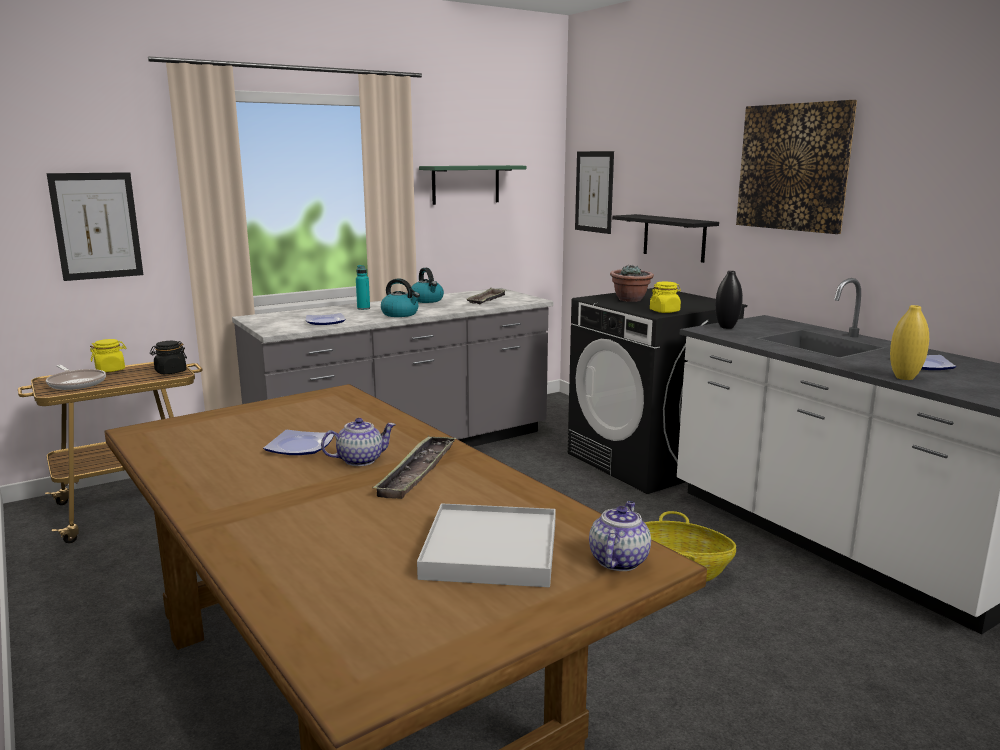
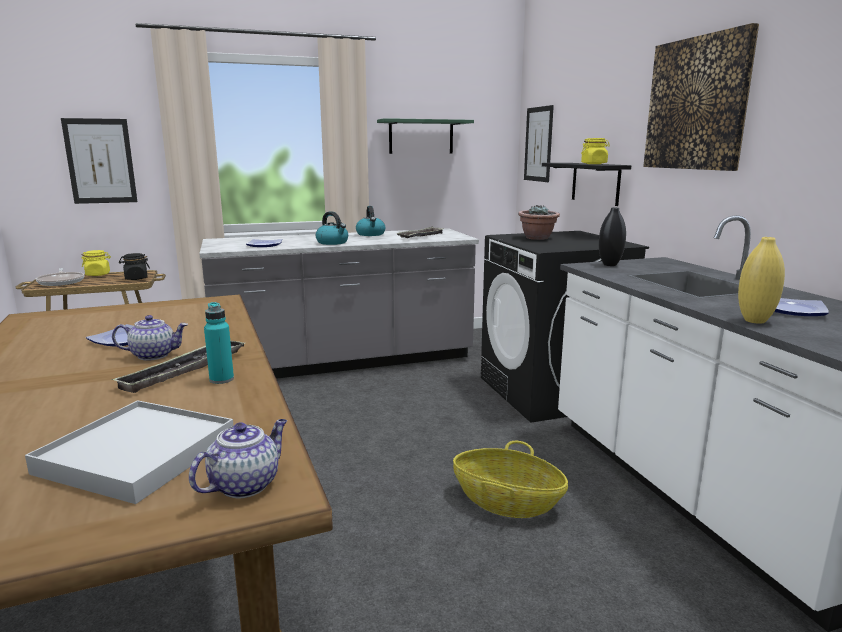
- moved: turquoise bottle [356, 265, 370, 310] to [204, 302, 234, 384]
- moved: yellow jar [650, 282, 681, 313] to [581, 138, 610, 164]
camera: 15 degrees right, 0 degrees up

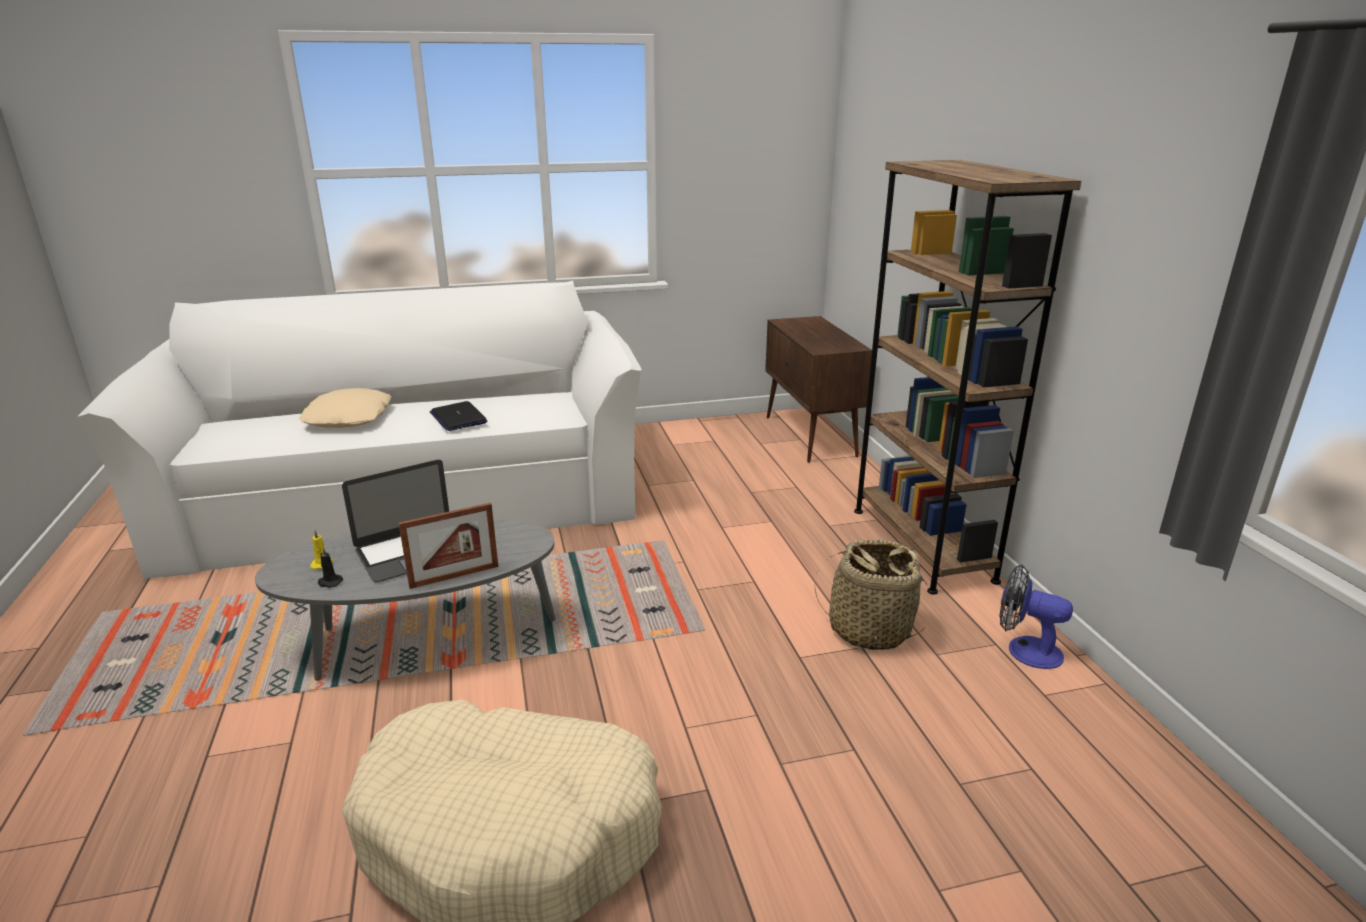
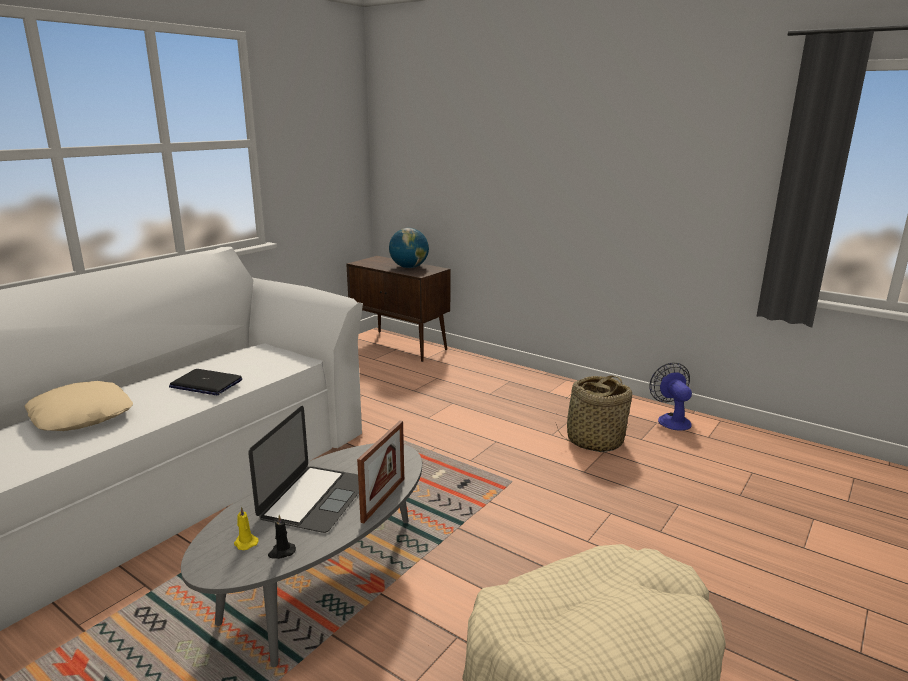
- removed: brown bookcase [854, 160, 1081, 595]
- turned: fan [1000, 564, 1073, 669] = [649, 362, 692, 431] 90 degrees clockwise
- added: globe [389, 228, 429, 268]
camera: 40 degrees left, 5 degrees down

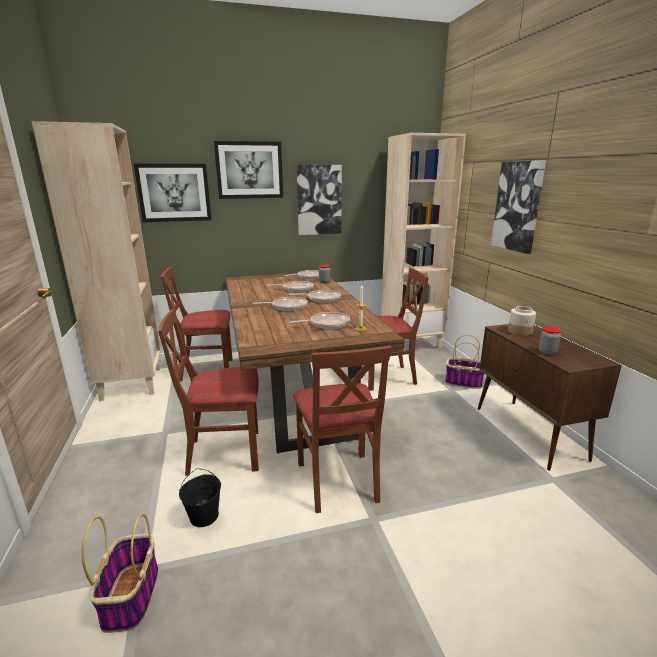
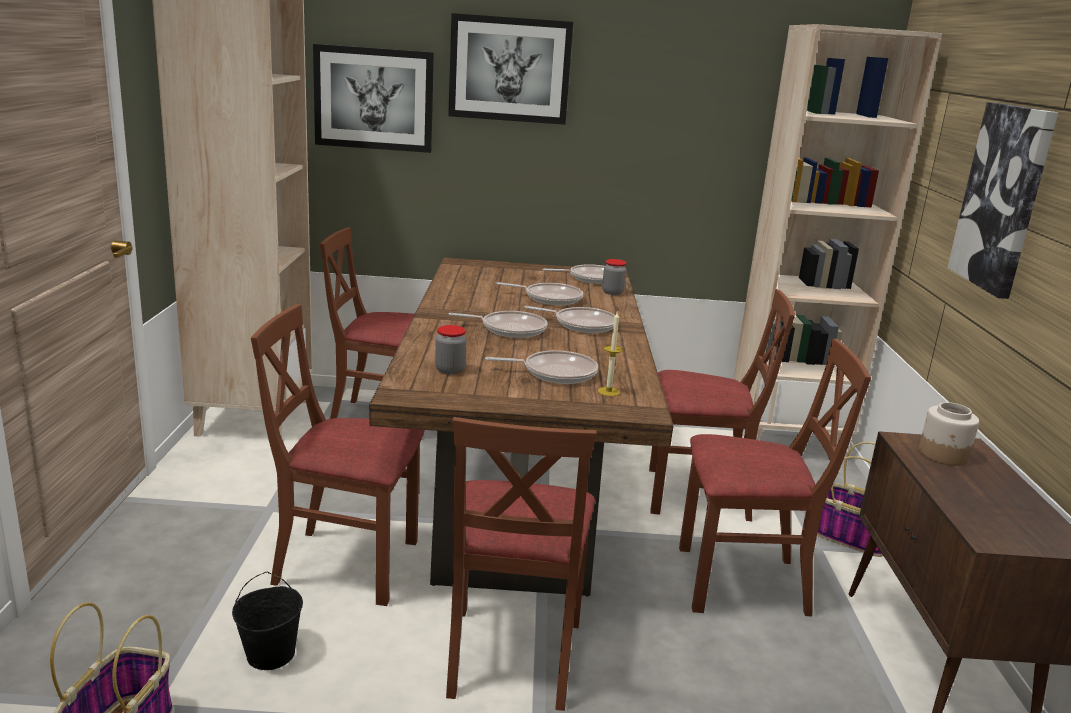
- removed: picture [297, 165, 342, 235]
- moved: jar [539, 326, 561, 355] to [435, 325, 467, 375]
- added: brown chair [679, 338, 871, 617]
camera: 15 degrees right, 0 degrees up

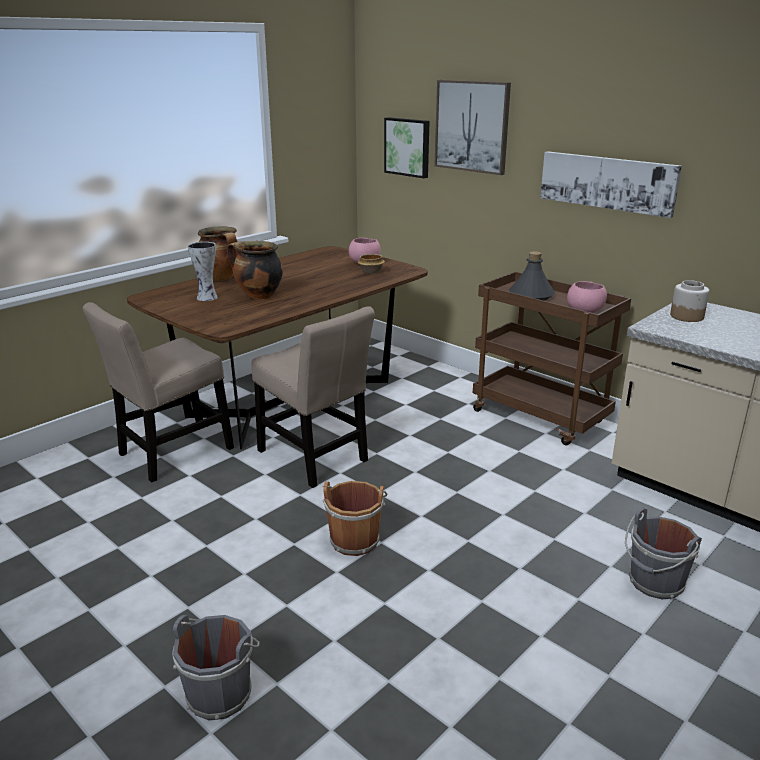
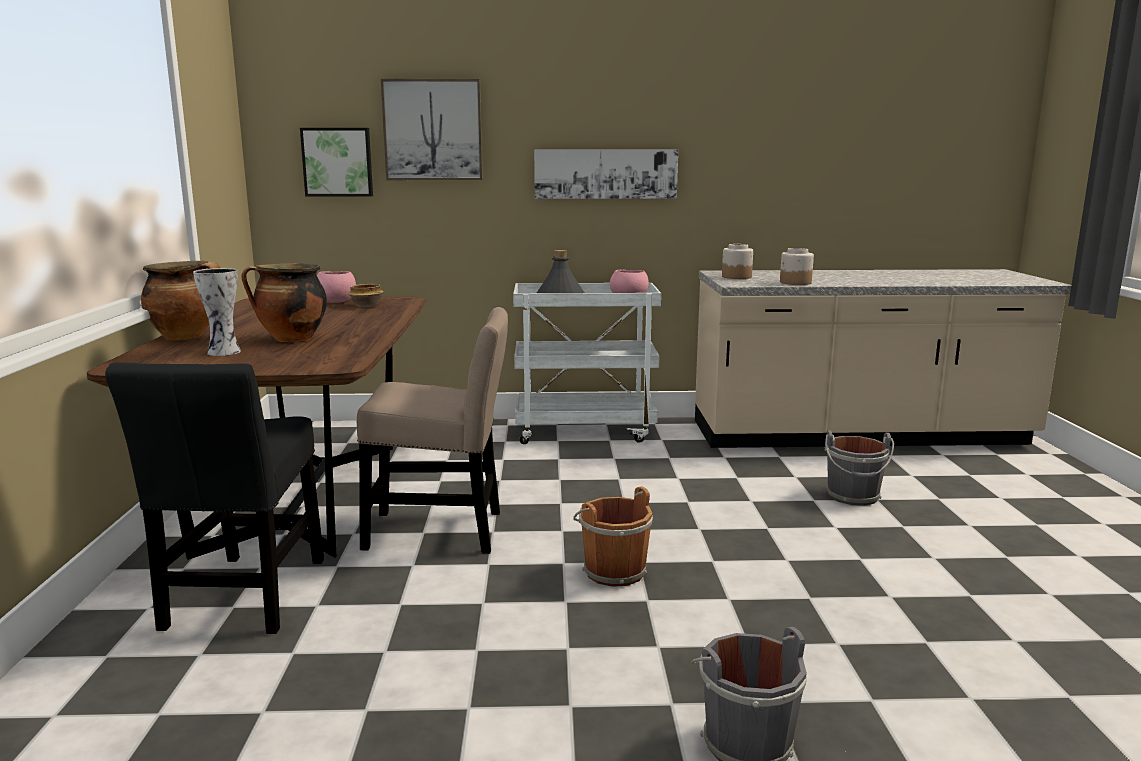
- recoloured: beige chair [83, 302, 234, 483] to black chair [105, 362, 324, 634]
- recoloured: brown cart [473, 272, 631, 445] to white cart [513, 283, 661, 444]
- added: jar [780, 248, 814, 285]
camera: 45 degrees left, 10 degrees down

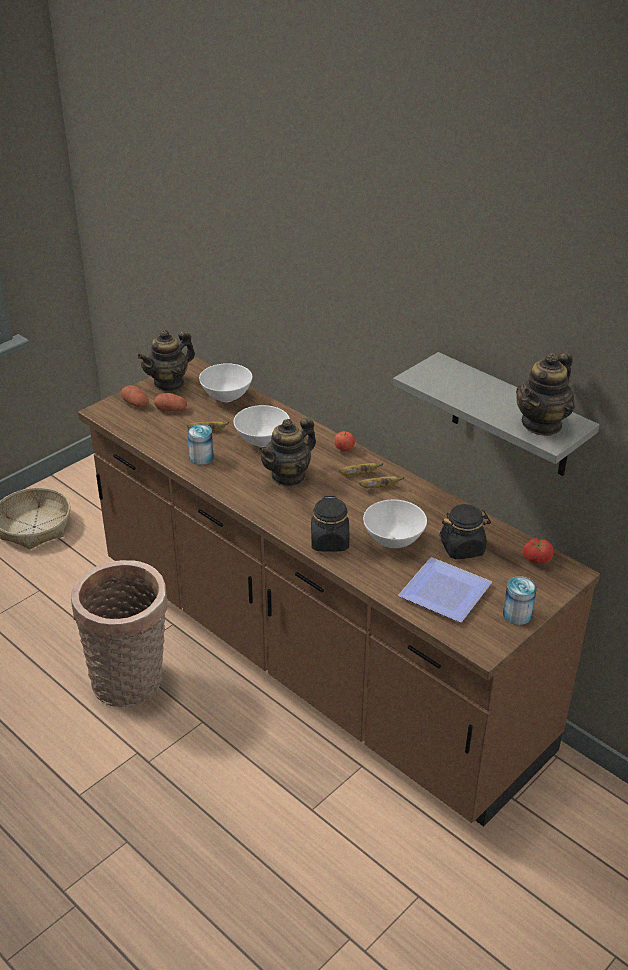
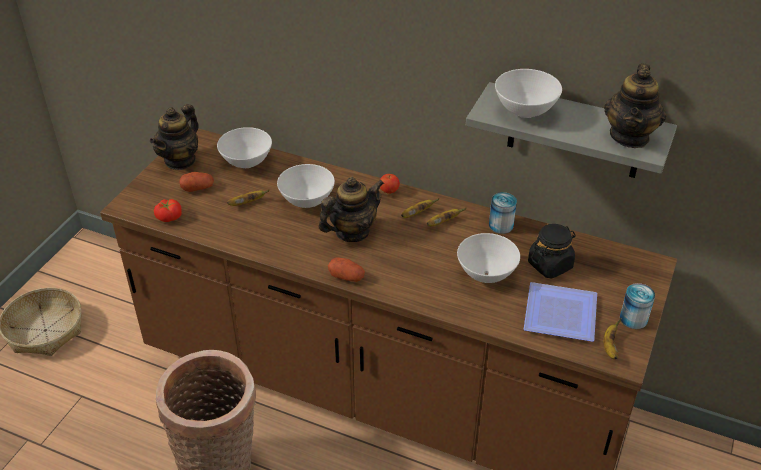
- moved: potato [121, 385, 149, 407] to [328, 257, 365, 282]
- moved: can [187, 424, 214, 465] to [489, 192, 517, 234]
- turned: teapot [258, 418, 316, 487] = [319, 177, 384, 242] 150 degrees counterclockwise
- removed: black jar [311, 496, 349, 552]
- moved: tomato [523, 538, 553, 564] to [154, 199, 182, 222]
- added: white bowl [495, 69, 562, 118]
- added: banana [603, 318, 621, 359]
camera: 20 degrees left, 5 degrees up

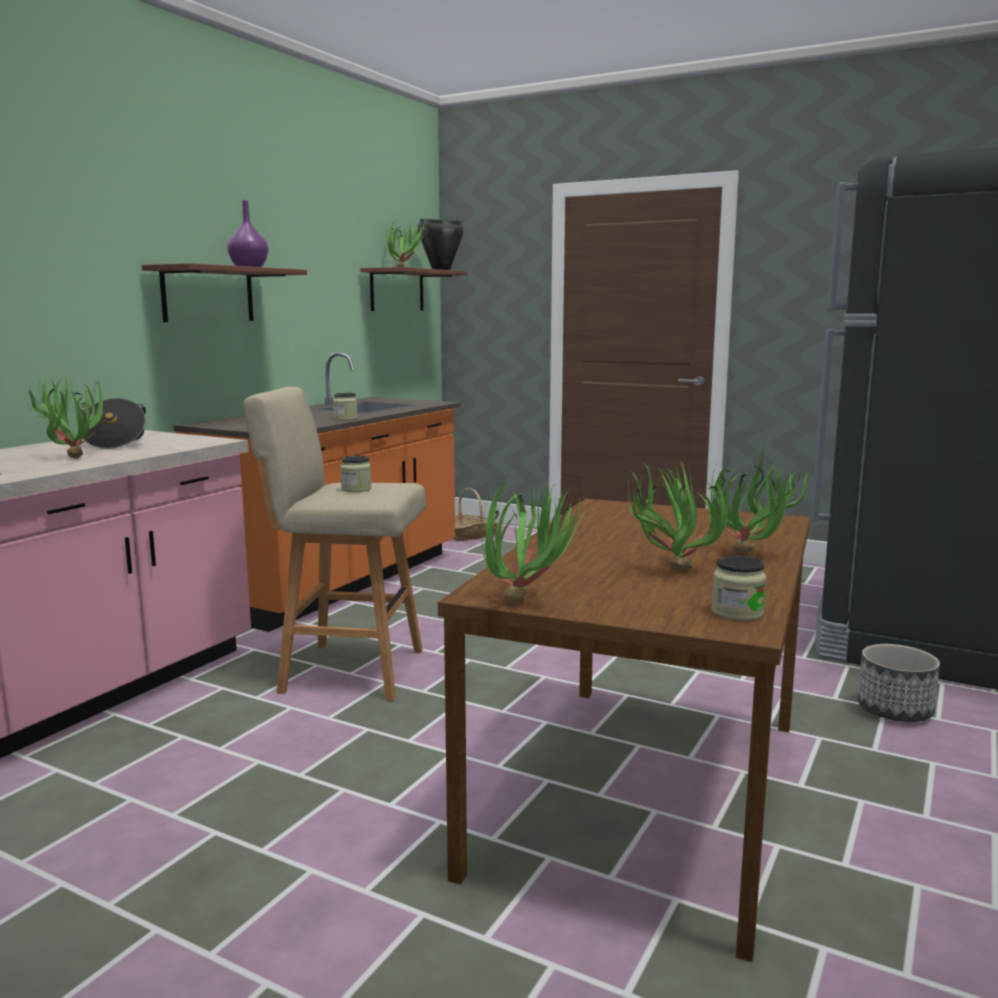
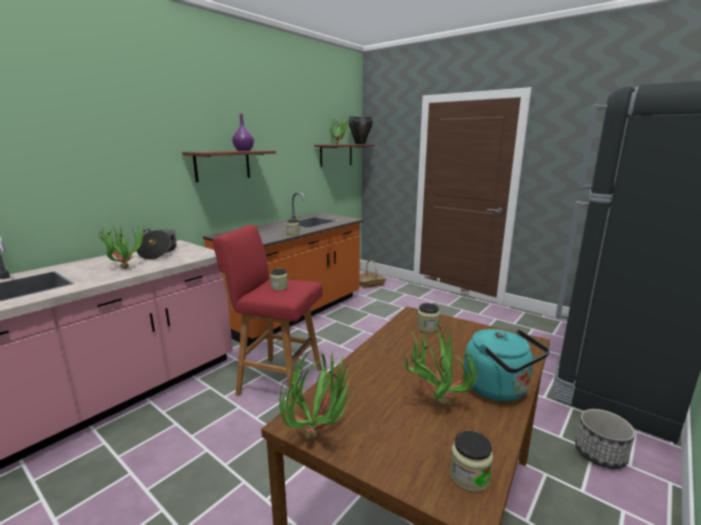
- recoloured: beige stool [243, 387, 426, 701] to red stool [213, 225, 323, 404]
- replaced: potted plant [711, 445, 810, 553] to turquoise kettle [464, 329, 550, 402]
- added: jar [417, 303, 440, 333]
camera: 10 degrees right, 5 degrees up

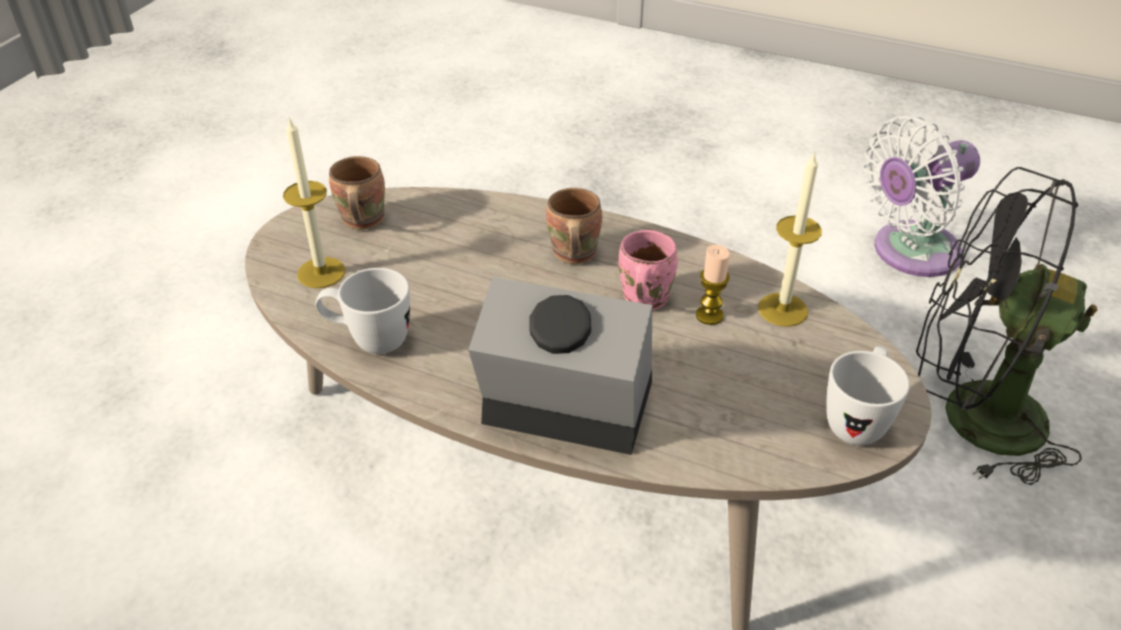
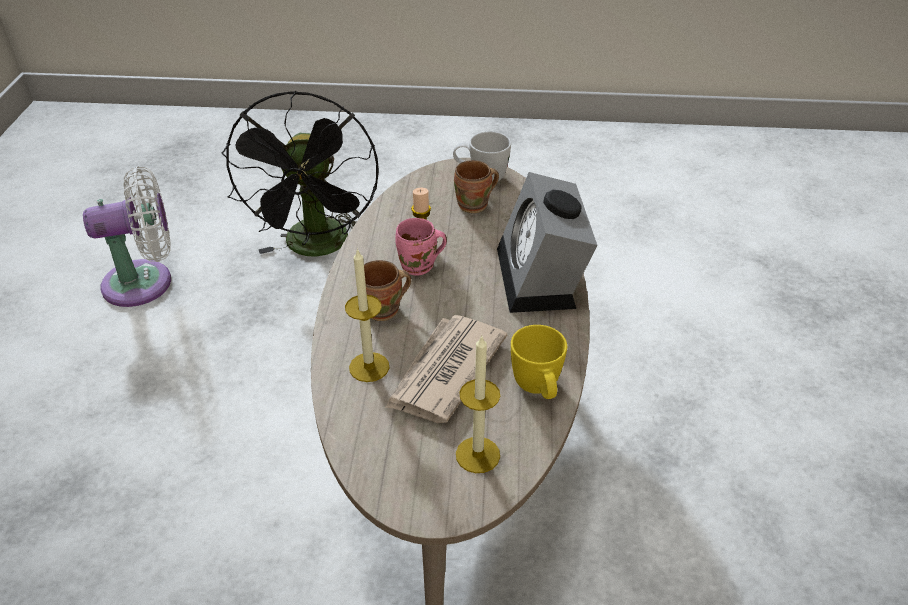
- recoloured: white mug [315, 268, 410, 354] to yellow mug [511, 325, 567, 399]
- moved: brown mug [329, 156, 385, 230] to [454, 160, 499, 213]
- moved: candle [758, 151, 822, 327] to [345, 248, 389, 382]
- turned: white fan [863, 116, 980, 277] = [83, 166, 171, 307] 60 degrees counterclockwise
- added: newspaper [385, 315, 507, 423]
camera: 110 degrees left, 0 degrees up

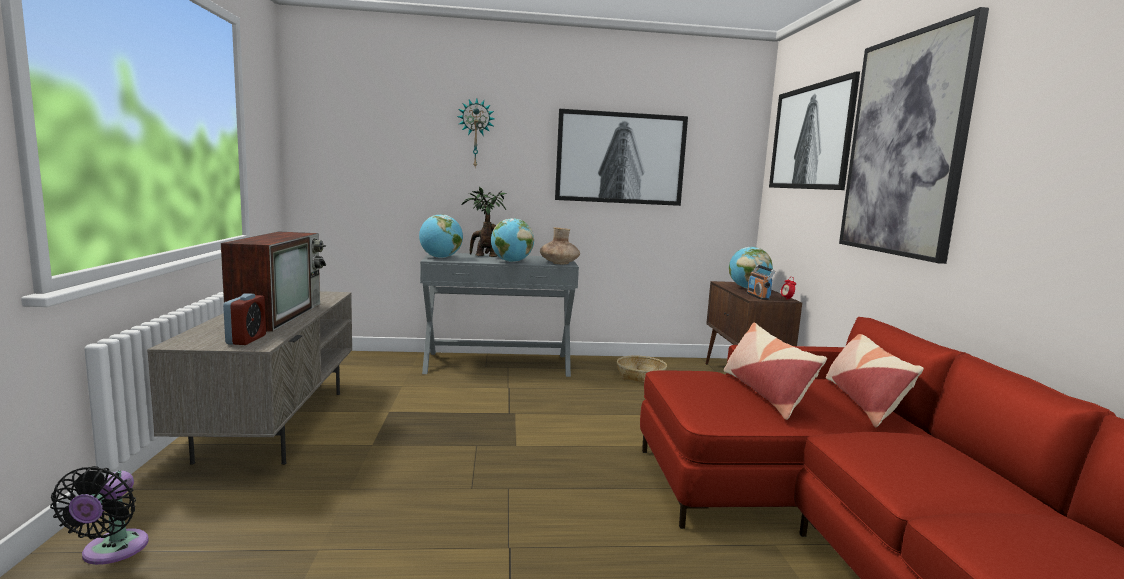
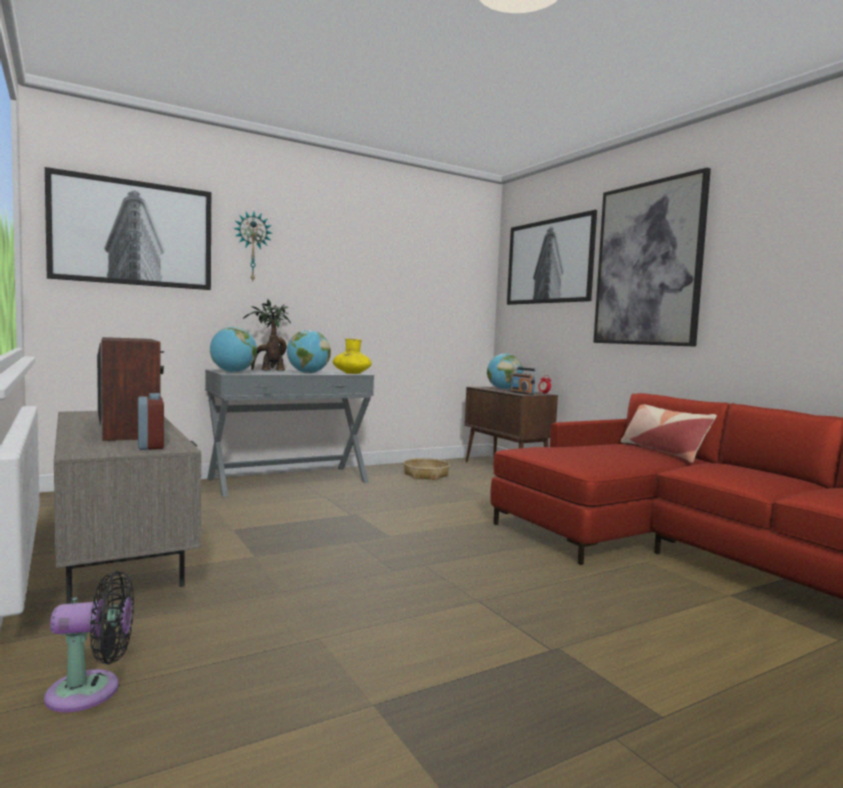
- turned: black fan [50, 466, 149, 565] = [44, 571, 134, 713] 75 degrees counterclockwise
- recoloured: brown vase [540, 227, 580, 264] to yellow vase [333, 338, 372, 374]
- moved: picture [555, 109, 688, 206] to [45, 167, 211, 290]
- removed: pillow [724, 323, 827, 420]
camera: 25 degrees left, 5 degrees down

